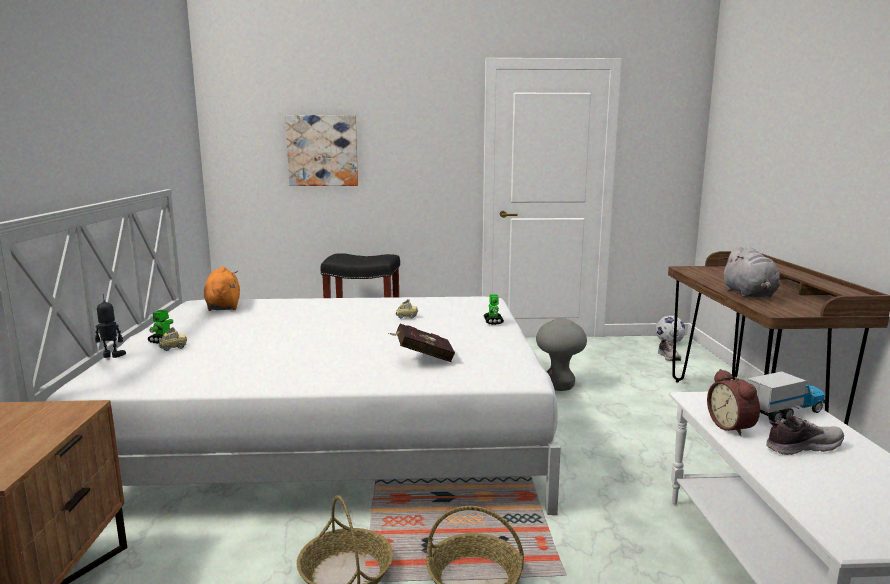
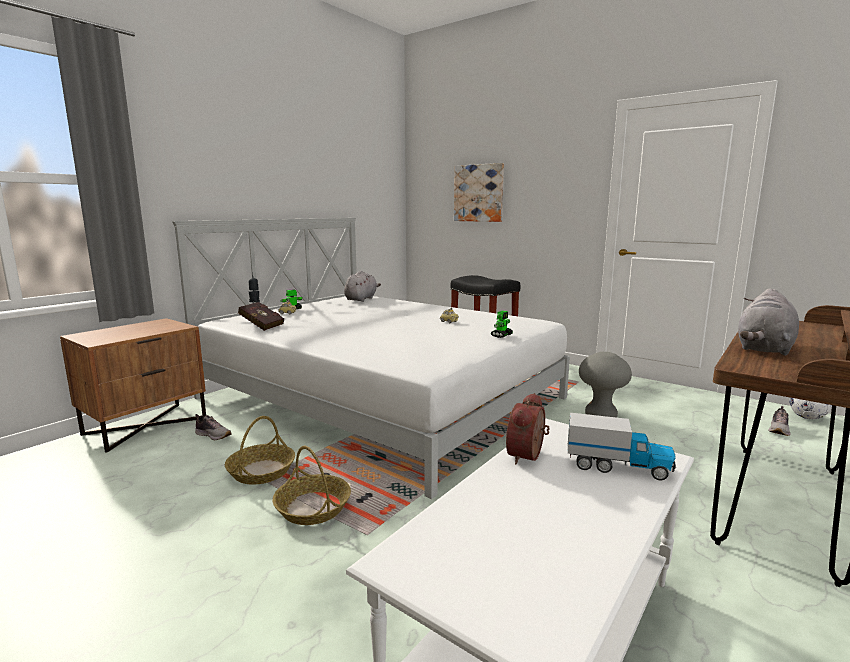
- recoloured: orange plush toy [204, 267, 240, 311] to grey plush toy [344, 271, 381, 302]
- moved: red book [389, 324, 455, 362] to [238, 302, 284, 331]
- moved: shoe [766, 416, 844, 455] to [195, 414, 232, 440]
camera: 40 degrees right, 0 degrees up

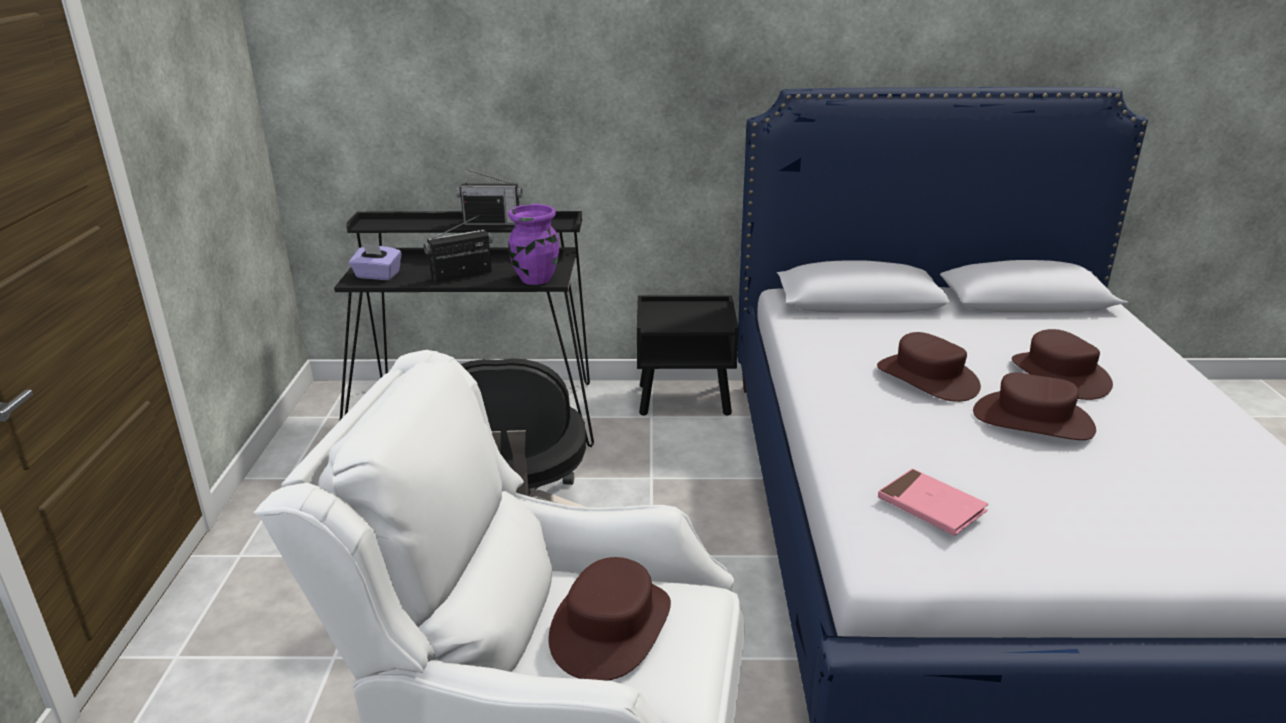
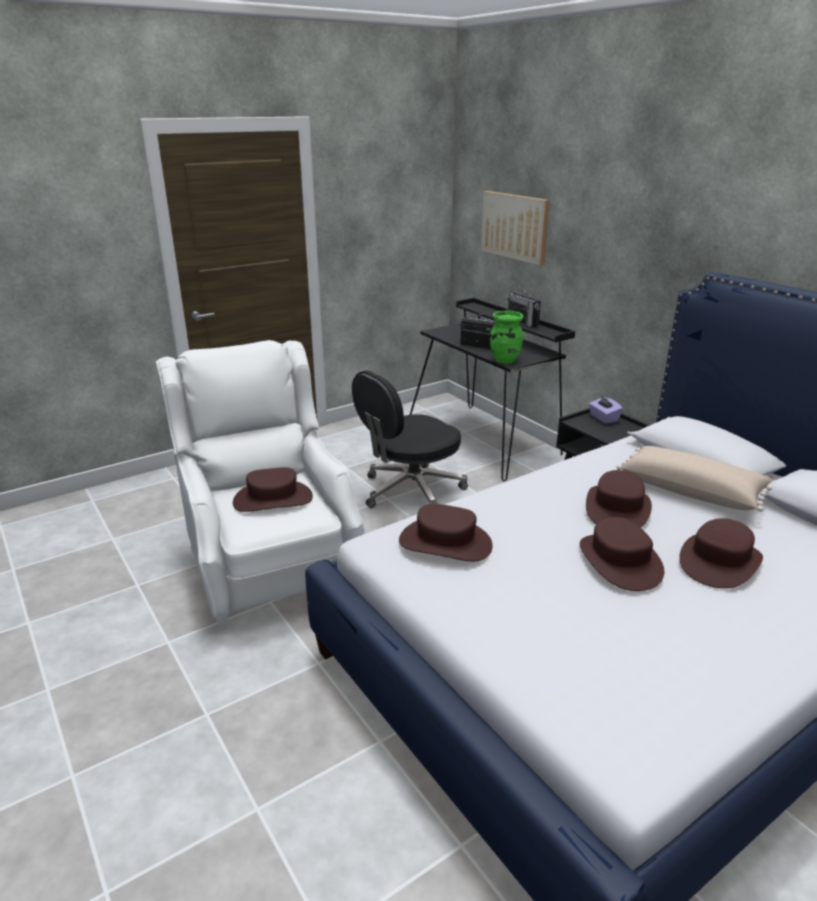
- moved: purple tissue box [349, 243, 401, 280] to [589, 394, 623, 424]
- recoloured: purple vase [508, 204, 559, 285] to green vase [490, 311, 524, 364]
- replaced: pink book [878, 468, 988, 536] to brown hat [399, 504, 493, 561]
- added: picture [481, 191, 550, 265]
- added: beige pillow [617, 446, 773, 512]
camera: 55 degrees right, 0 degrees up

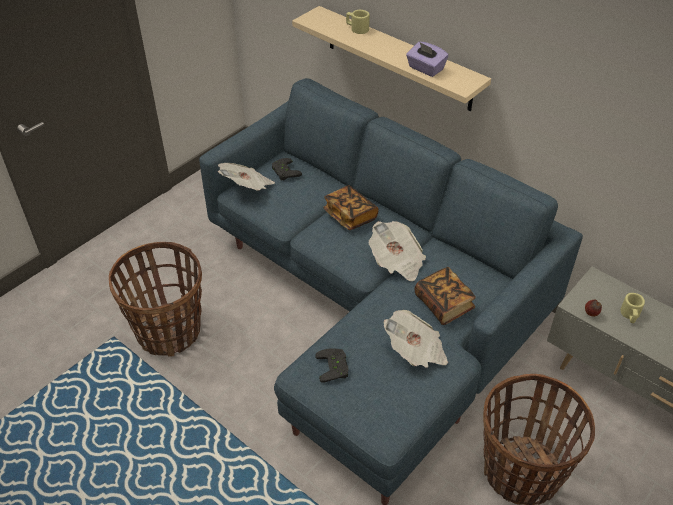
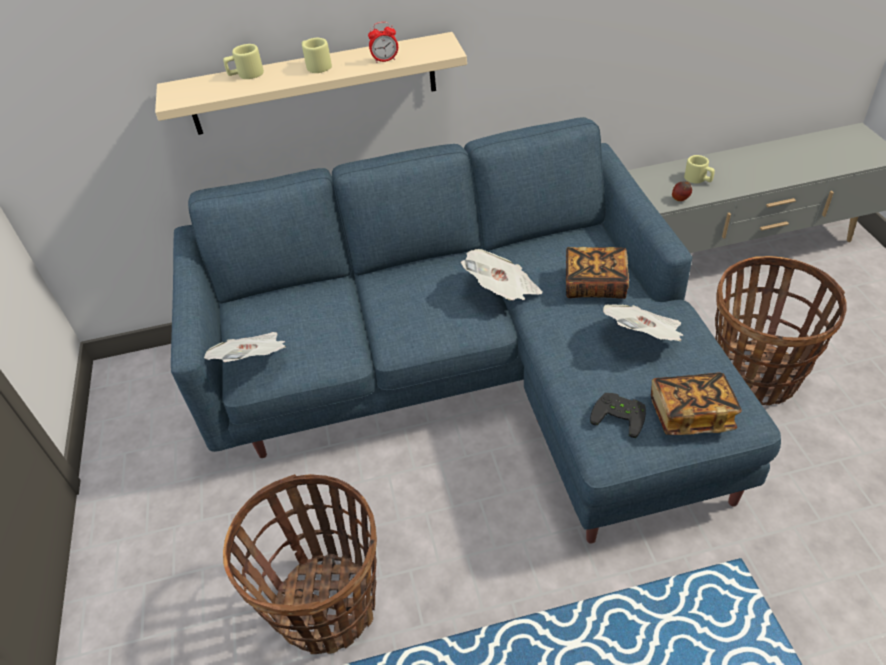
- removed: black game controller [272, 158, 302, 181]
- moved: book [323, 186, 379, 230] to [651, 372, 742, 435]
- replaced: purple tissue box [406, 42, 449, 77] to alarm clock [368, 22, 398, 63]
- added: beige mug [302, 38, 332, 73]
camera: 50 degrees left, 0 degrees up

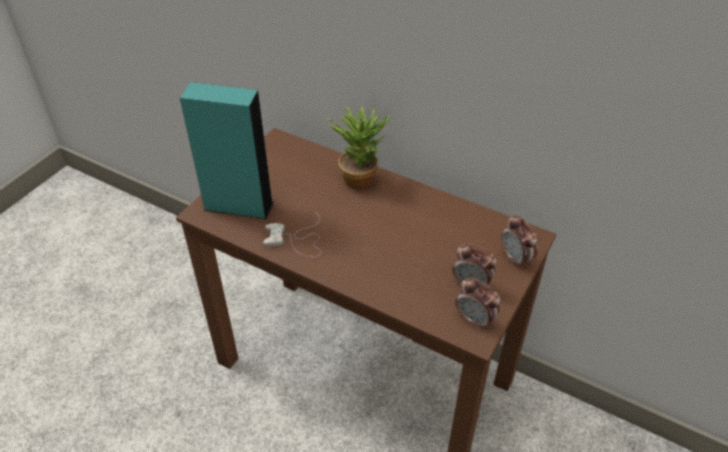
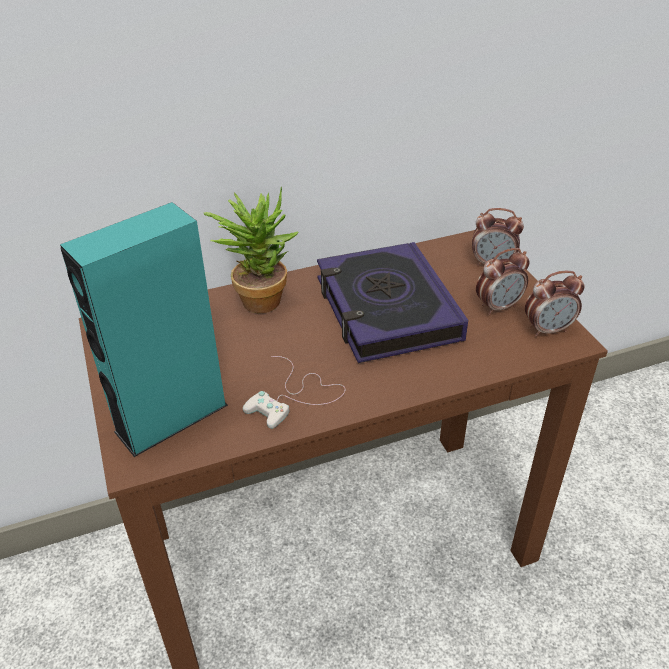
- added: book [317, 242, 468, 363]
camera: 50 degrees left, 5 degrees down

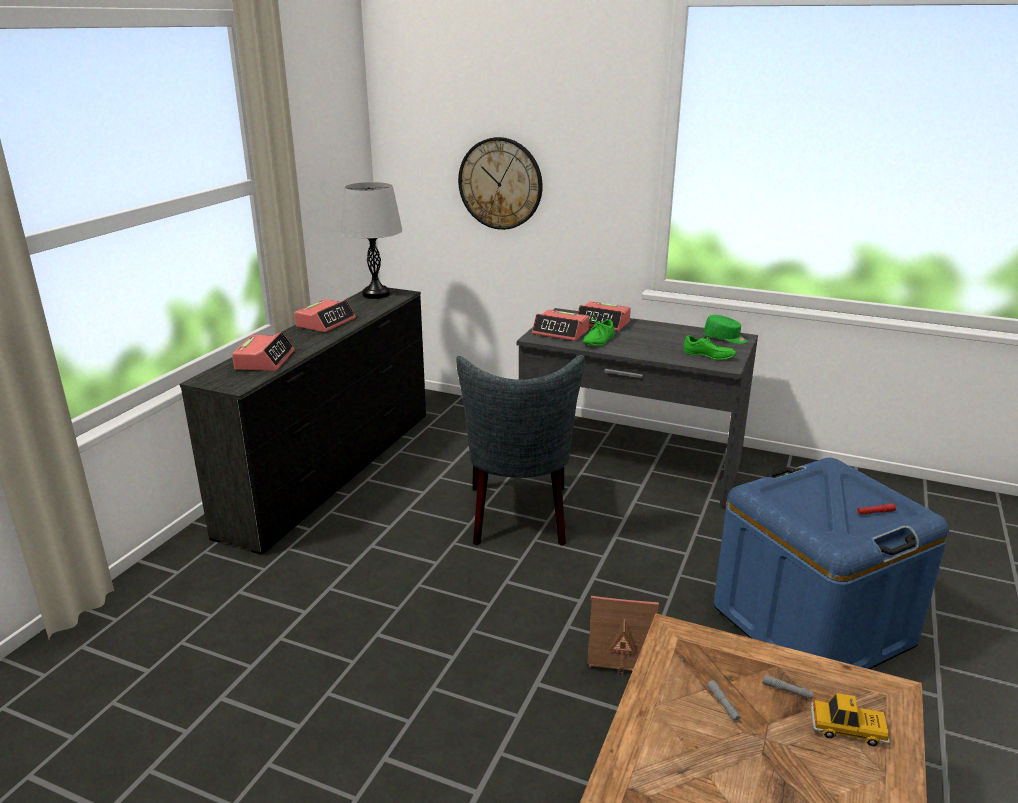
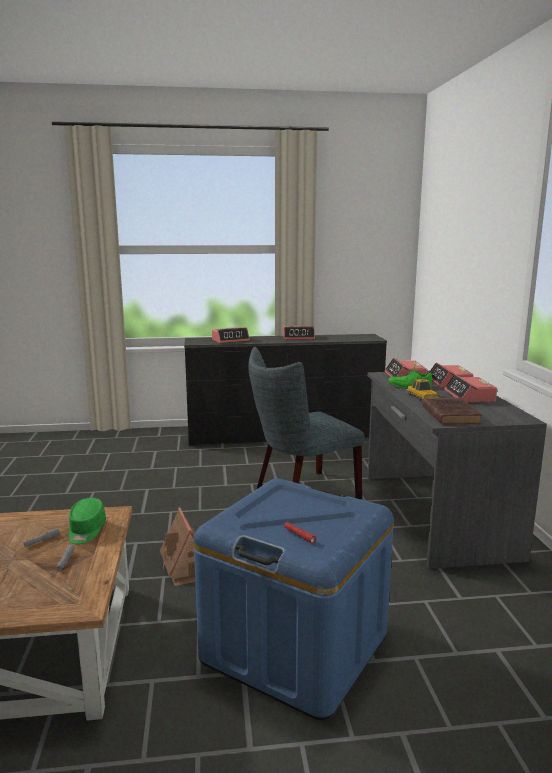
- removed: grey table lamp [341, 182, 403, 299]
- removed: wall clock [458, 137, 543, 230]
- replaced: green shoe [683, 333, 736, 360] to brown book [422, 398, 482, 425]
- moved: green cap [704, 315, 748, 344] to [69, 498, 106, 544]
- moved: toy car [810, 693, 890, 746] to [406, 379, 440, 401]
- added: alarm clock [444, 374, 497, 402]
camera: 60 degrees right, 10 degrees down

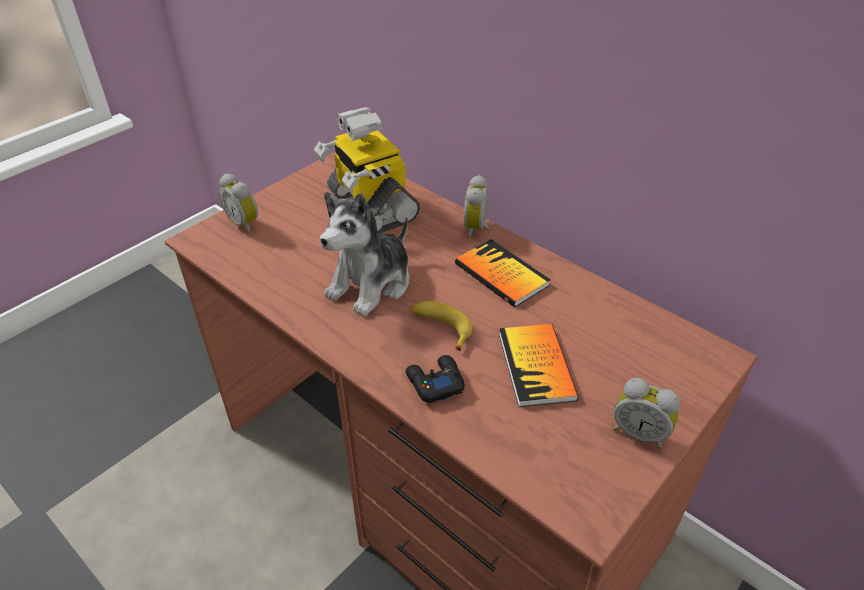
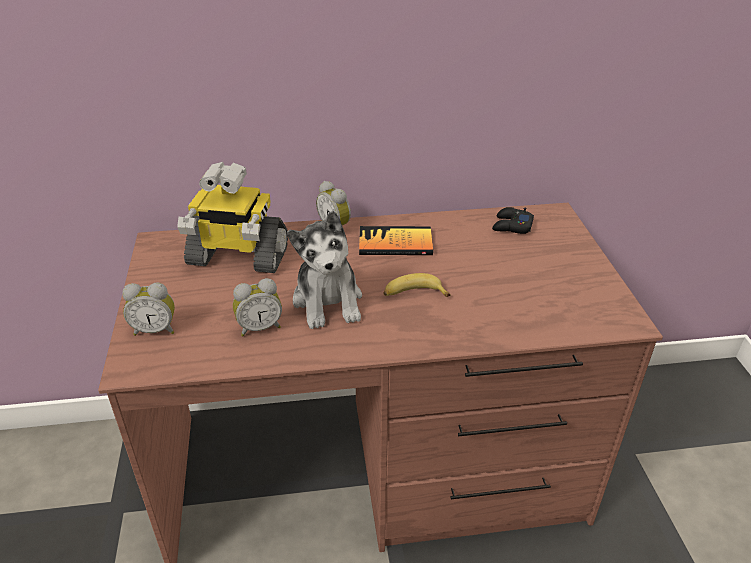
- moved: black game controller [406, 355, 465, 403] to [492, 207, 534, 234]
- removed: book [499, 324, 579, 407]
- moved: alarm clock [613, 378, 680, 450] to [233, 278, 282, 336]
camera: 50 degrees left, 5 degrees down

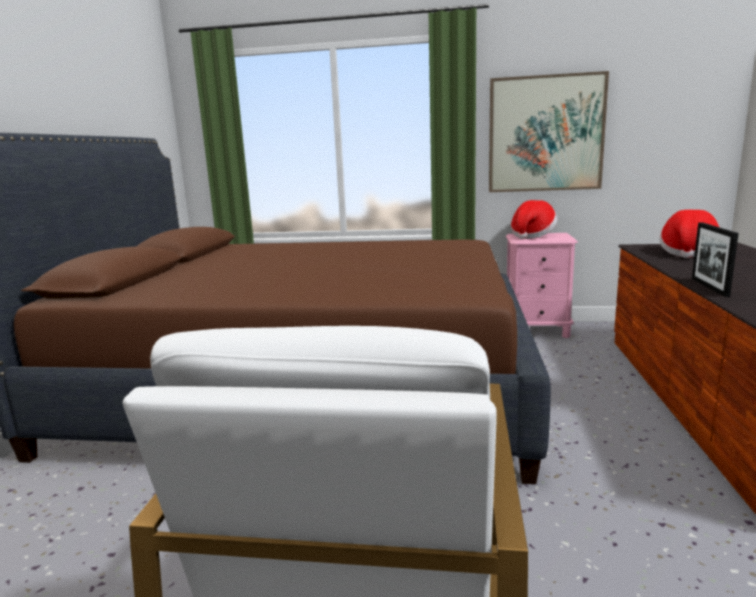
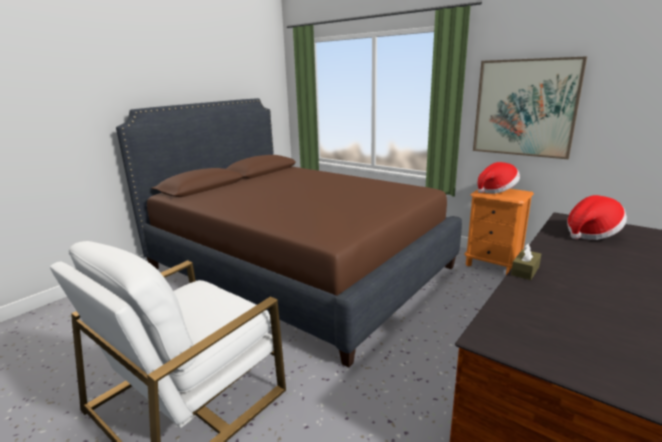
- recoloured: pink nightstand [506, 233, 578, 338] to orange nightstand [464, 189, 534, 275]
- replaced: picture frame [692, 222, 739, 297] to brown tissue box [511, 243, 541, 280]
camera: 30 degrees right, 5 degrees up

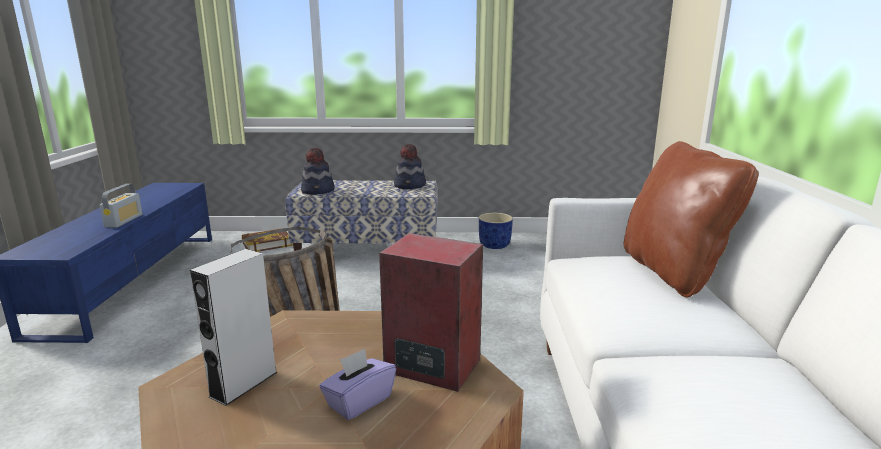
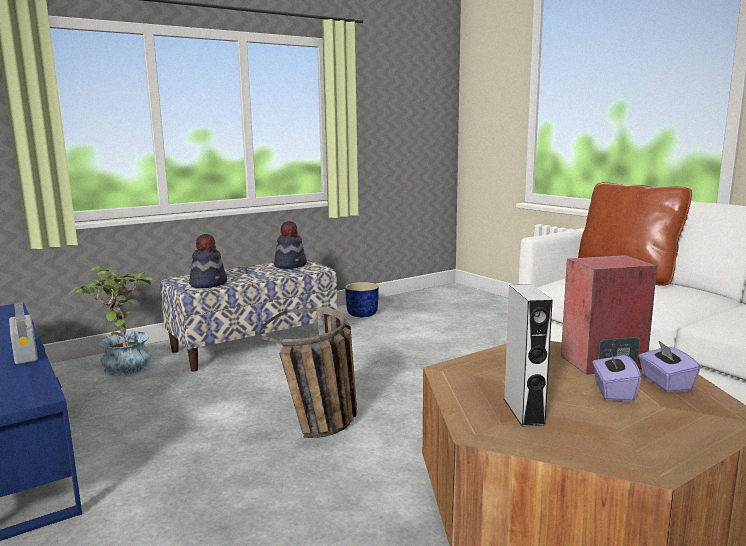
- replaced: book [242, 228, 293, 252] to potted plant [70, 266, 152, 376]
- added: purple tissue box [638, 341, 700, 392]
camera: 35 degrees left, 5 degrees down

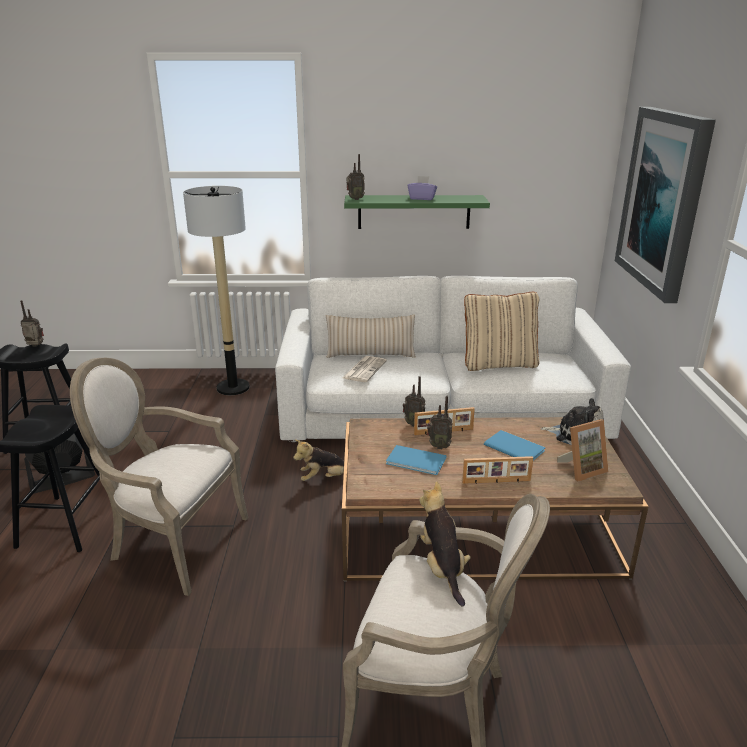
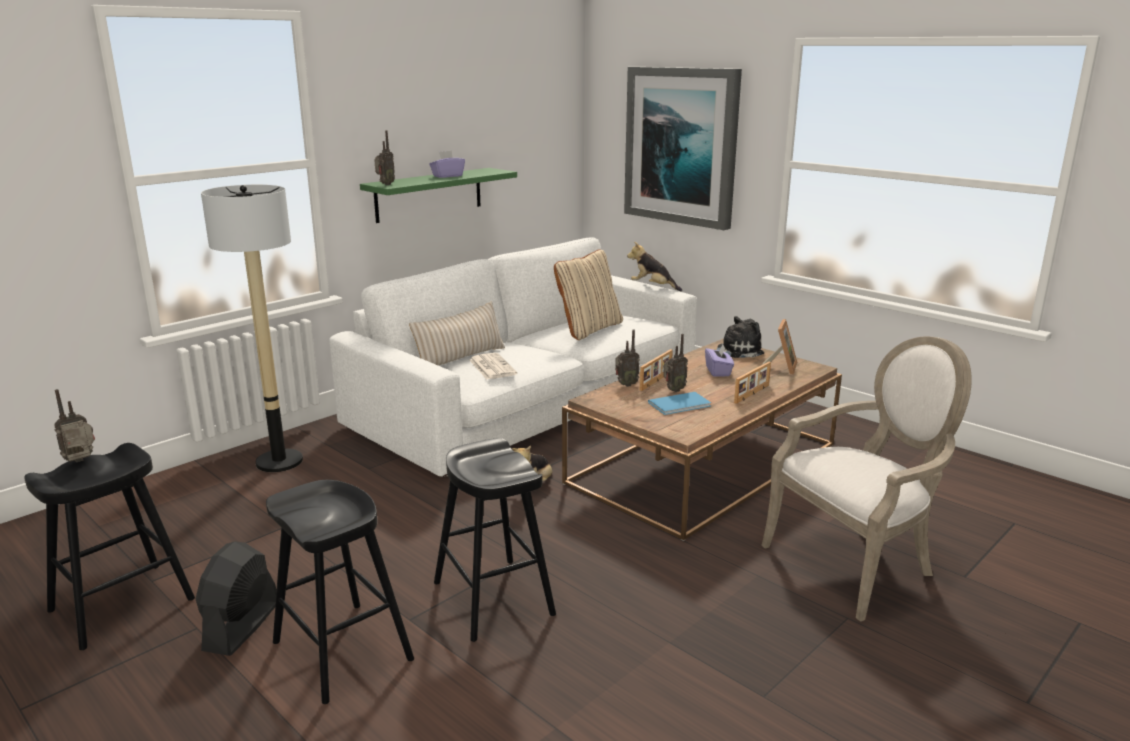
- replaced: armchair [70, 358, 249, 596] to black stool [434, 438, 556, 642]
- moved: plush toy [419, 481, 471, 607] to [627, 242, 682, 291]
- replaced: blue book [484, 430, 545, 461] to purple tissue box [705, 344, 734, 377]
camera: 45 degrees left, 5 degrees down

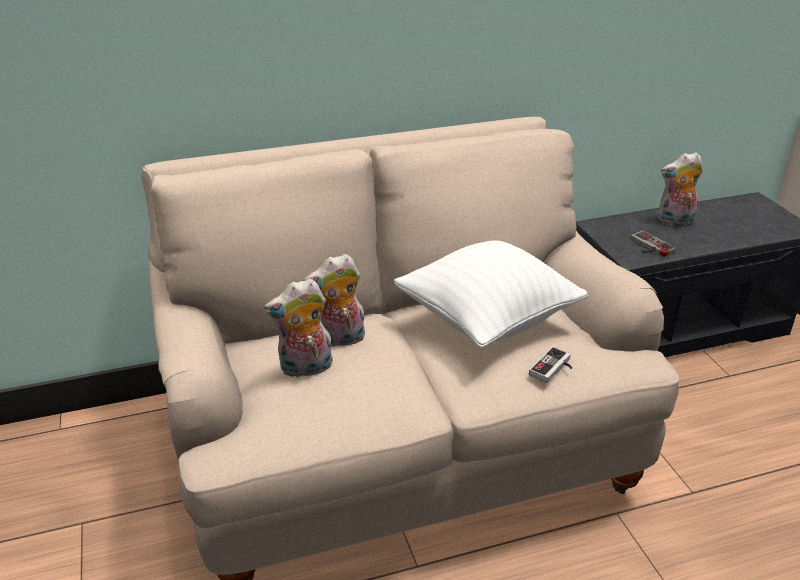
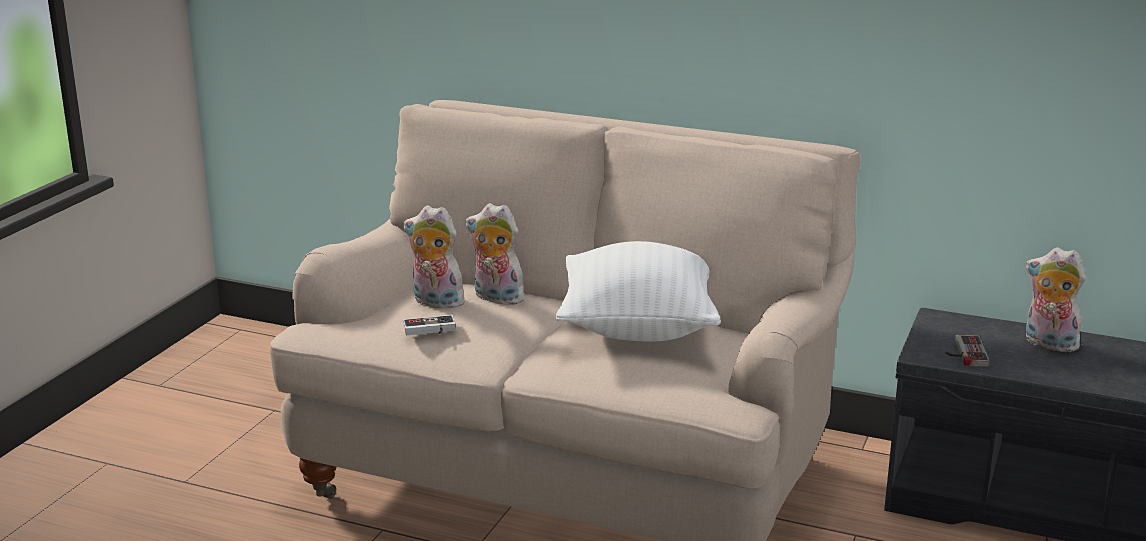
- moved: game controller [529, 346, 572, 383] to [403, 315, 456, 335]
camera: 40 degrees right, 10 degrees down

